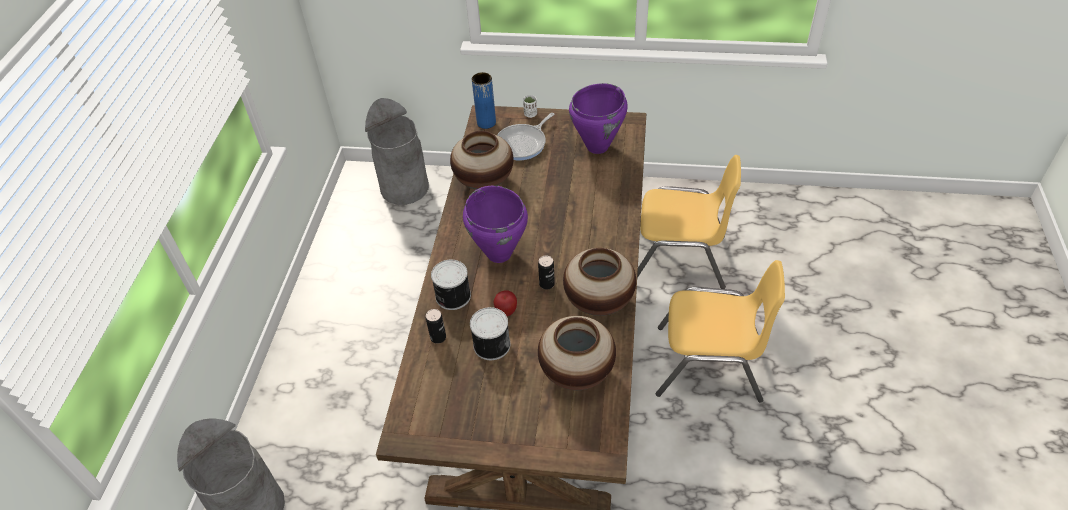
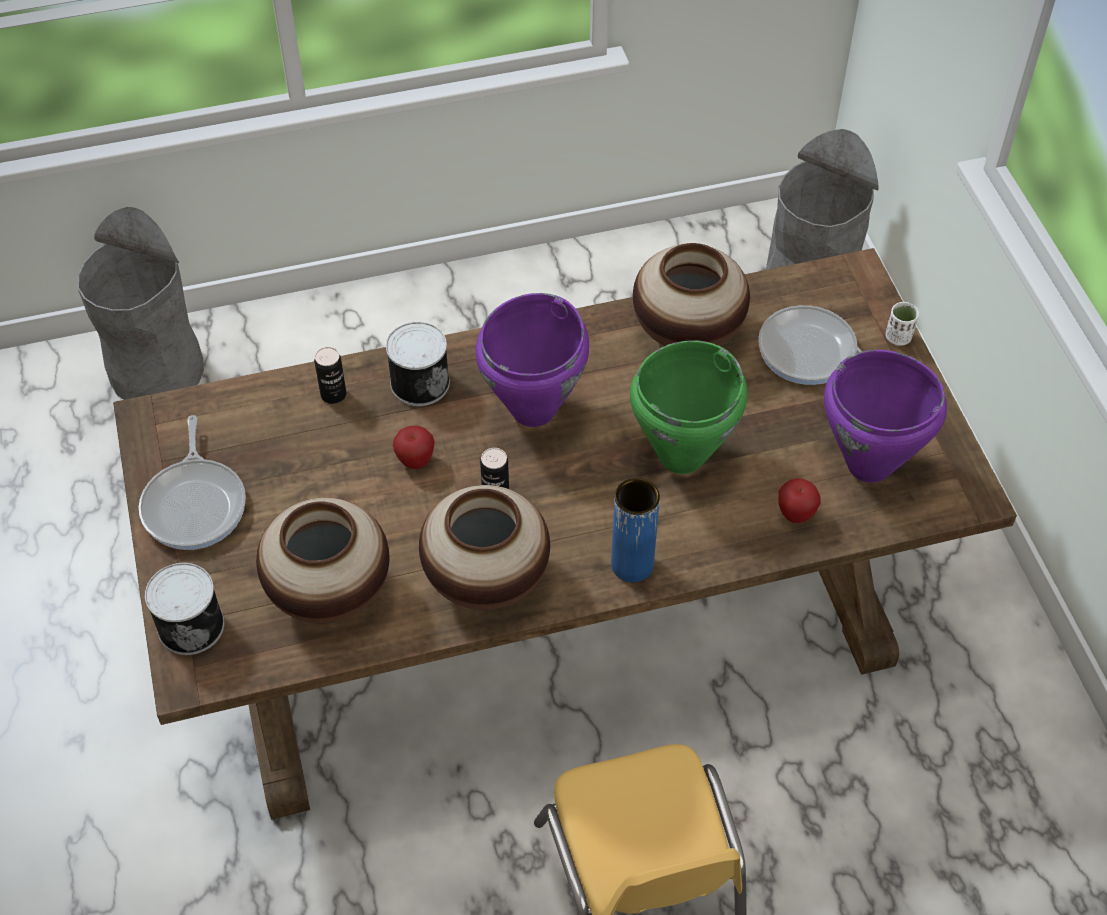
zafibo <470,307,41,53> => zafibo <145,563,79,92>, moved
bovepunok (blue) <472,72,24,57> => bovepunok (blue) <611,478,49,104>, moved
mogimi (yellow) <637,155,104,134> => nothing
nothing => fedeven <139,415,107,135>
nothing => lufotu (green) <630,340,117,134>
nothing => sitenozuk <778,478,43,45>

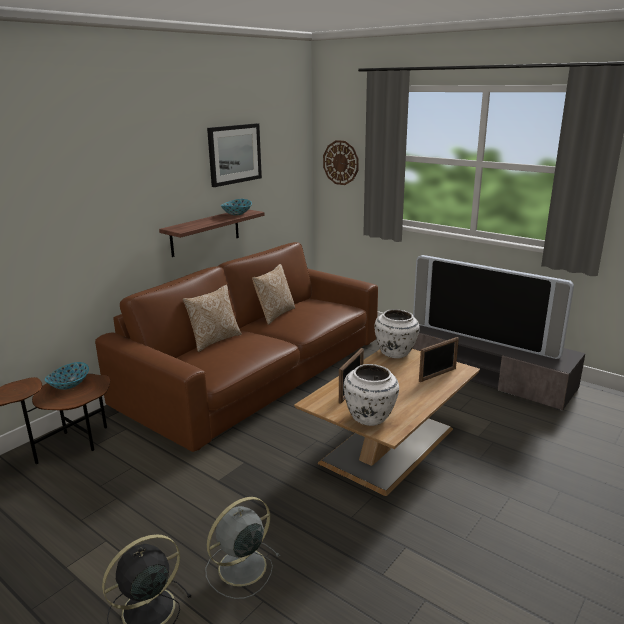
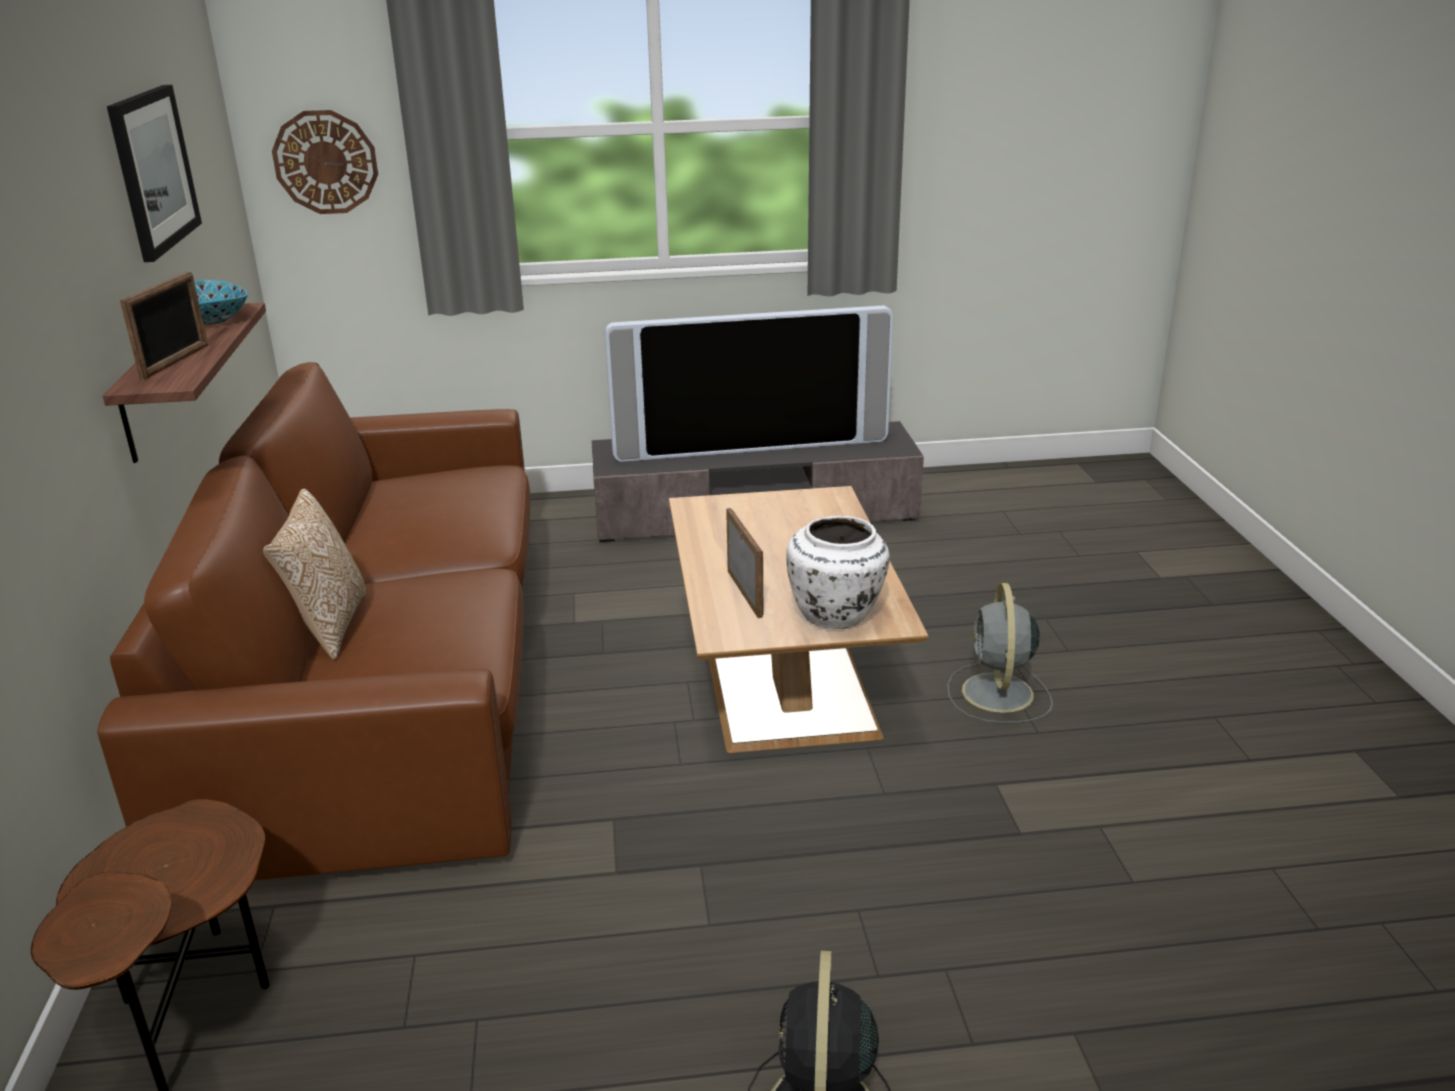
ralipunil <45,362,44,28> => nothing
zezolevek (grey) <205,497,75,102> => zezolevek (grey) <947,583,106,140>, moved
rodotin <252,264,43,61> => nothing
bovepunok (white) <374,309,46,49> => nothing
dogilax <419,337,40,45> => dogilax <120,271,88,109>, moved

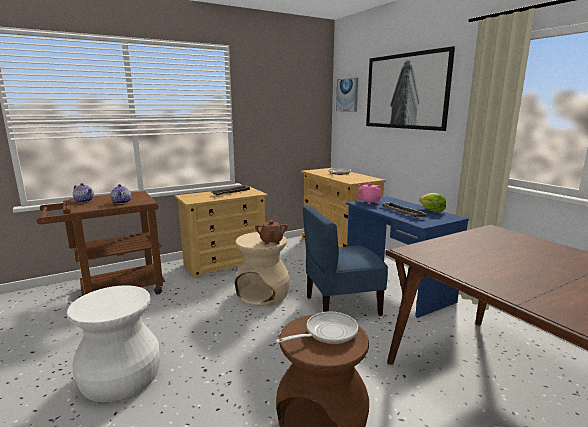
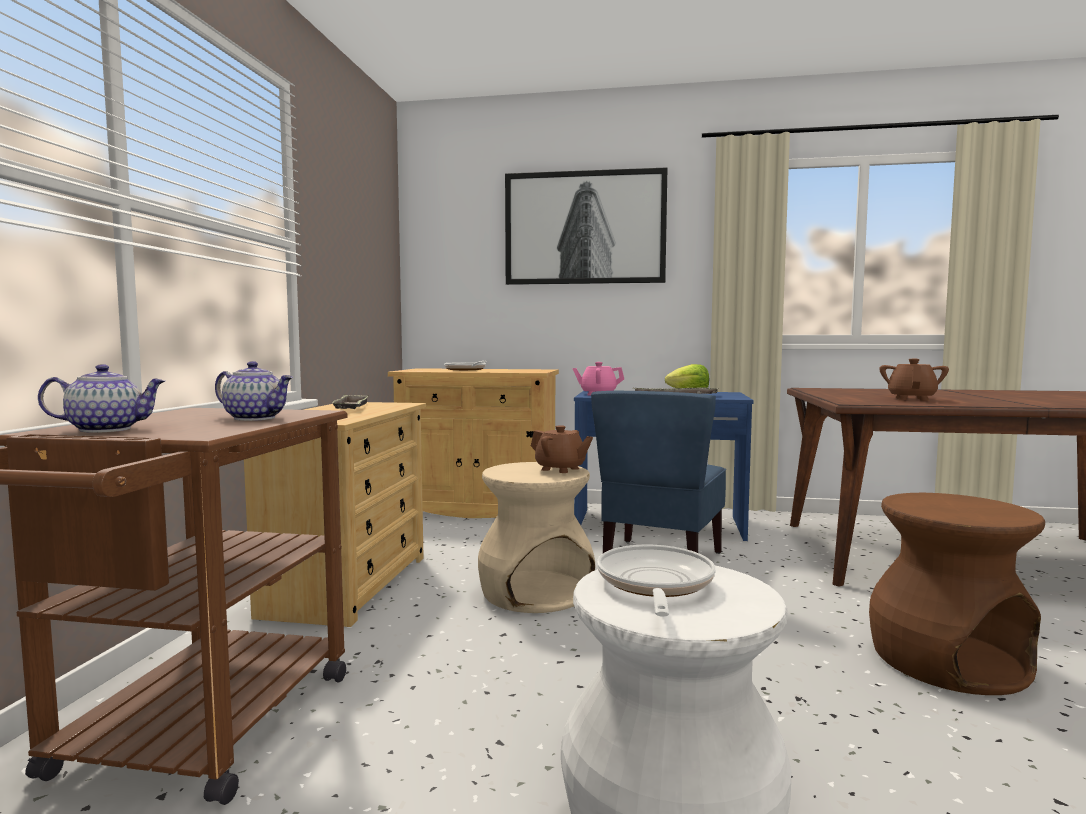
fedeven <275,311,83,33> => fedeven <597,545,118,72>, moved
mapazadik <336,78,22,34> => nothing
nothing => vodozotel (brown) <879,359,70,42>

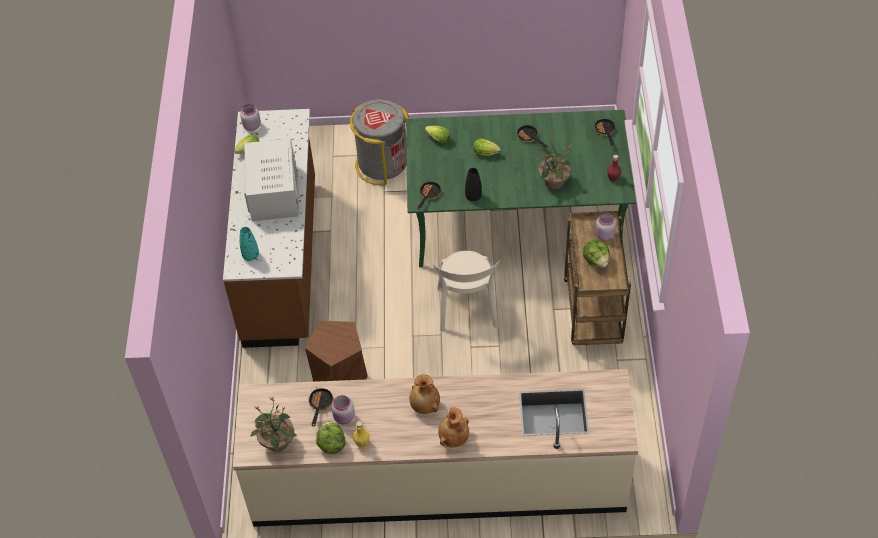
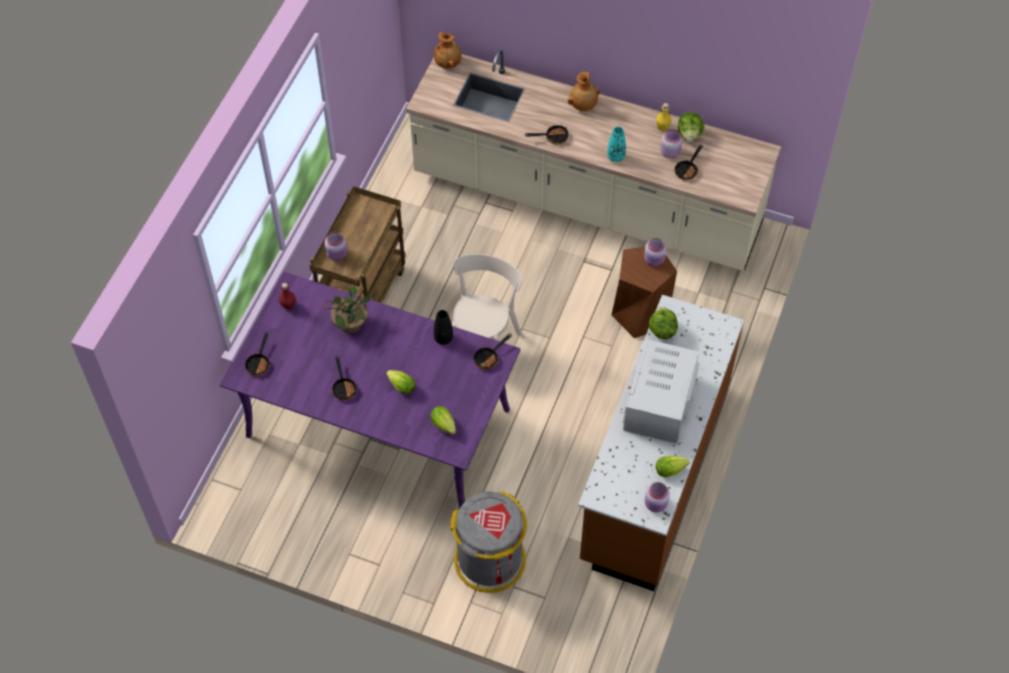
bovepunok (turquoise) <240,227,19,34> => bovepunok (turquoise) <607,127,19,35>, moved
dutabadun <251,396,46,57> => nothing
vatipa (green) <406,110,231,157> => vatipa (purple) <220,272,300,236>
bovepunok (brown) <410,374,30,40> => bovepunok (brown) <434,32,27,37>, moved
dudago <583,240,27,27> => dudago <649,307,29,32>, moved
nothing => fedeven <525,125,43,20>
nothing => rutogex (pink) <644,238,22,28>

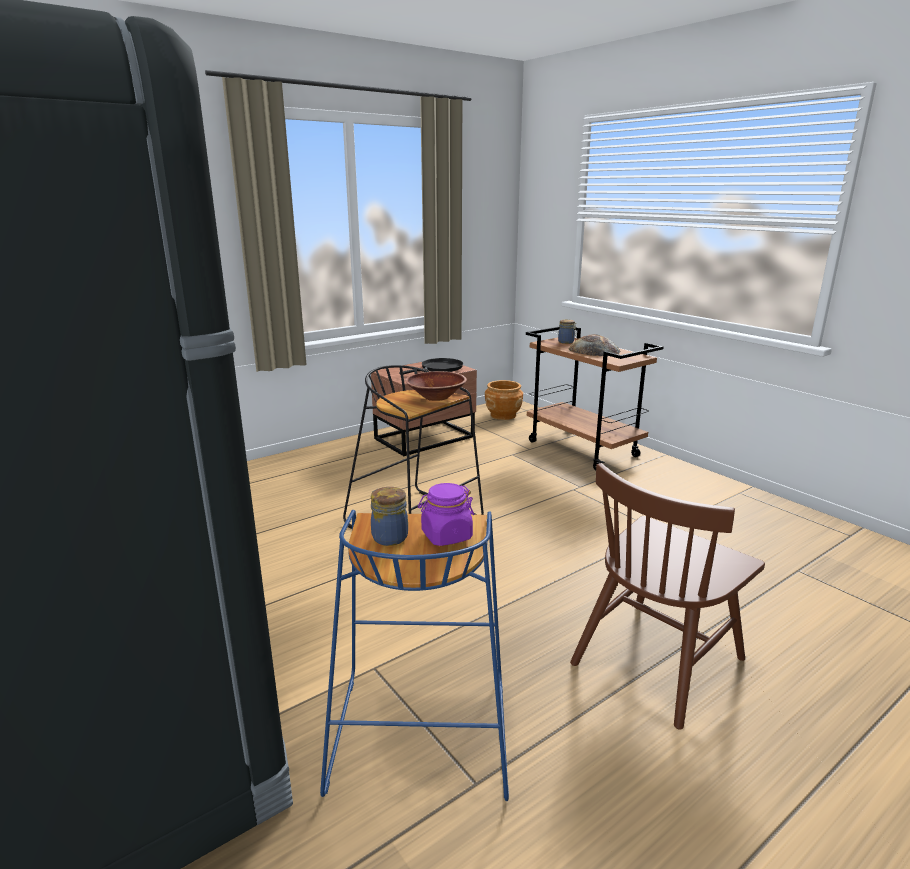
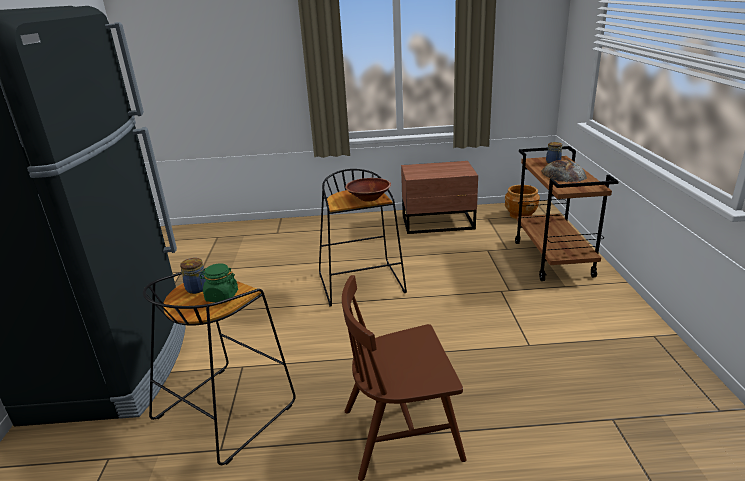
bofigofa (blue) <320,510,189,291> => bofigofa (black) <143,270,153,195>
fedeven (black) <399,358,64,17> => nothing
rutogex (purple) <418,483,56,63> => rutogex (green) <199,263,39,39>

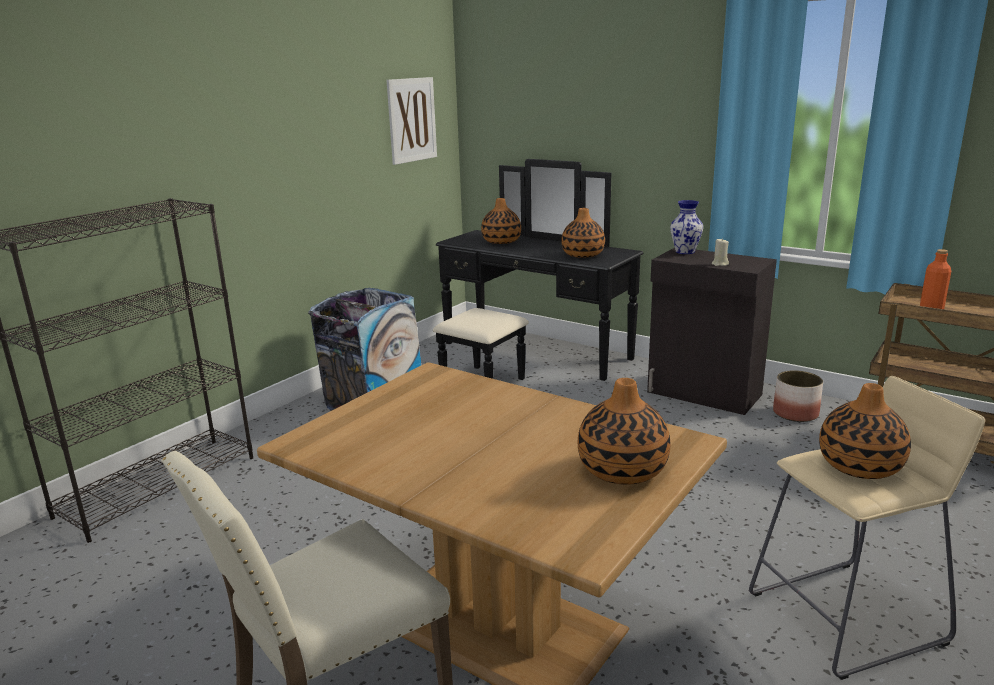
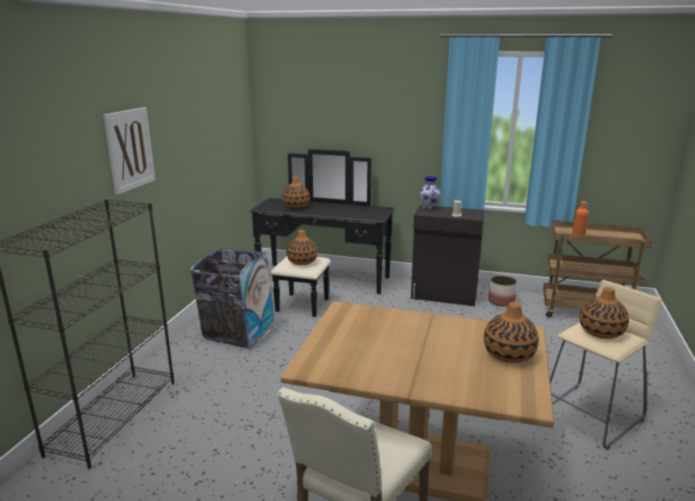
mapazadik <386,77,51,88> => mapazadik <103,107,52,88>, moved
bovepunok <561,208,44,50> => bovepunok <287,230,30,35>, moved

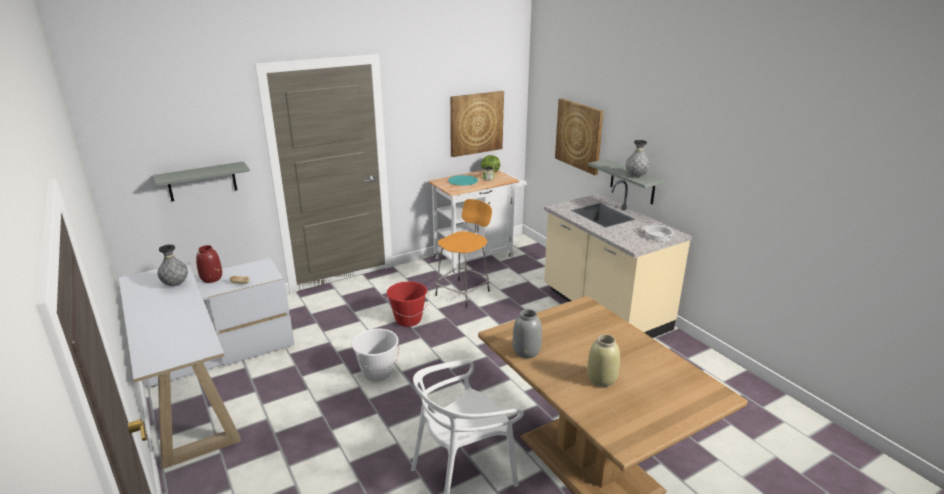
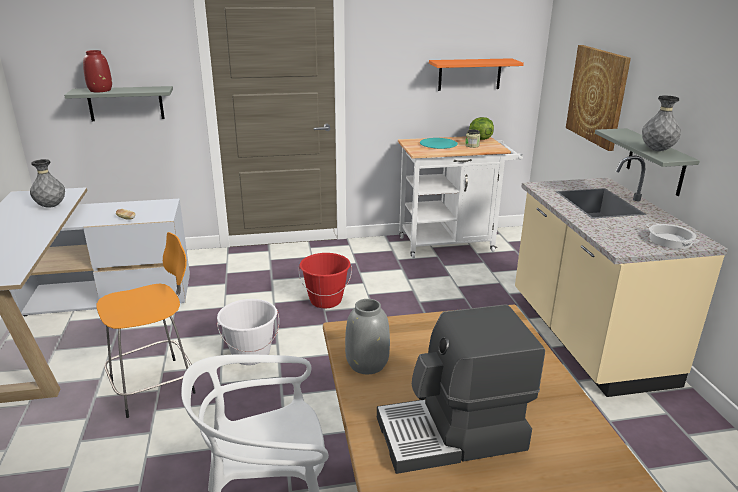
bovepunok (red) <196,245,26,38> => bovepunok (red) <83,50,29,42>, moved
bofigofa (orange) <435,199,57,108> => bofigofa (orange) <97,232,99,186>, moved
mapazadik <450,91,54,66> => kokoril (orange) <429,58,95,33>
bovepunok (beige) <587,334,33,53> => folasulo <377,304,168,170>

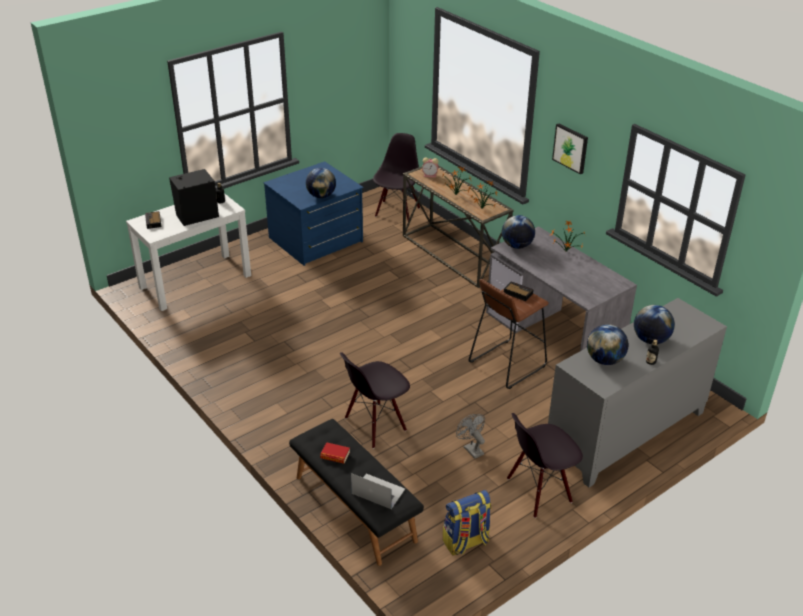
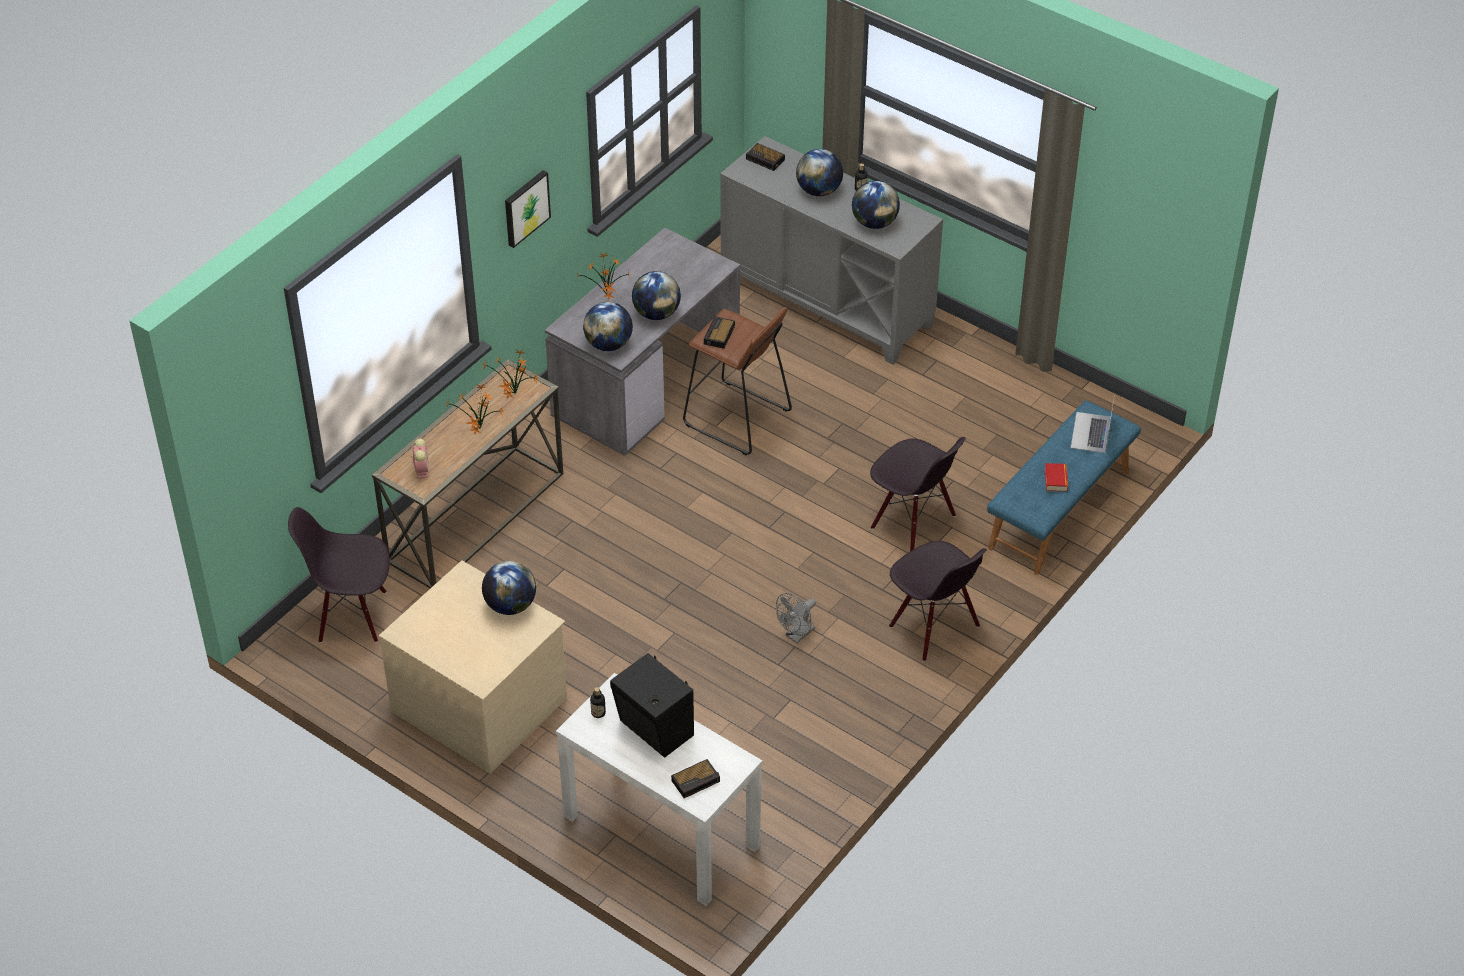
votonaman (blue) <263,161,100,105> => votonaman (beige) <379,560,188,214>
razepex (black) <289,419,135,147> => razepex (blue) <987,400,154,175>
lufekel <443,490,49,66> => nothing
zezolevek (grey) <456,414,29,45> => zezolevek (grey) <776,593,40,50>, moved
mogimi (black) <507,413,76,105> => mogimi (black) <889,541,98,121>, moved
nothing => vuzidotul <632,271,49,49>
nothing => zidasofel <746,143,39,28>

